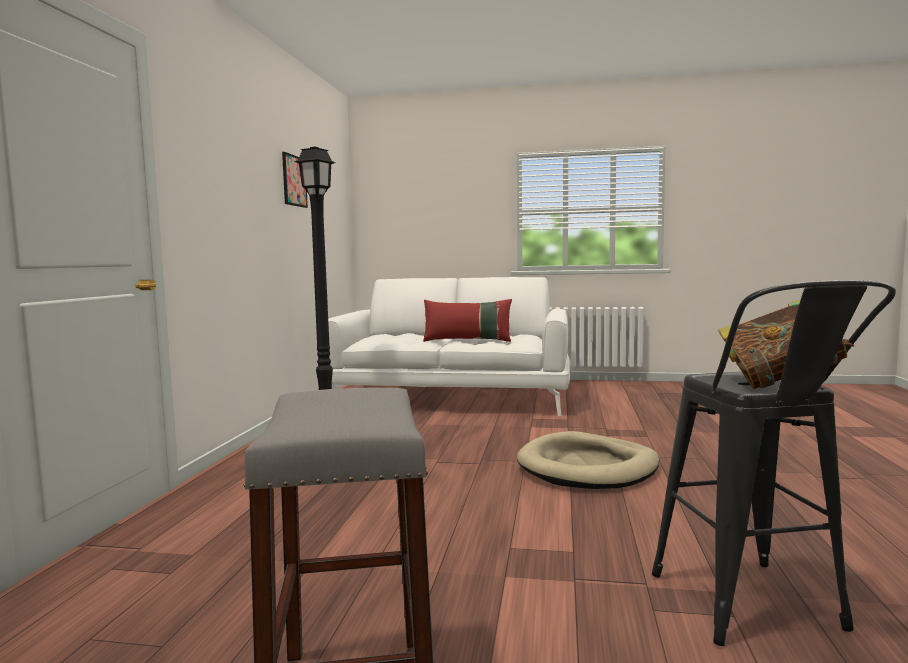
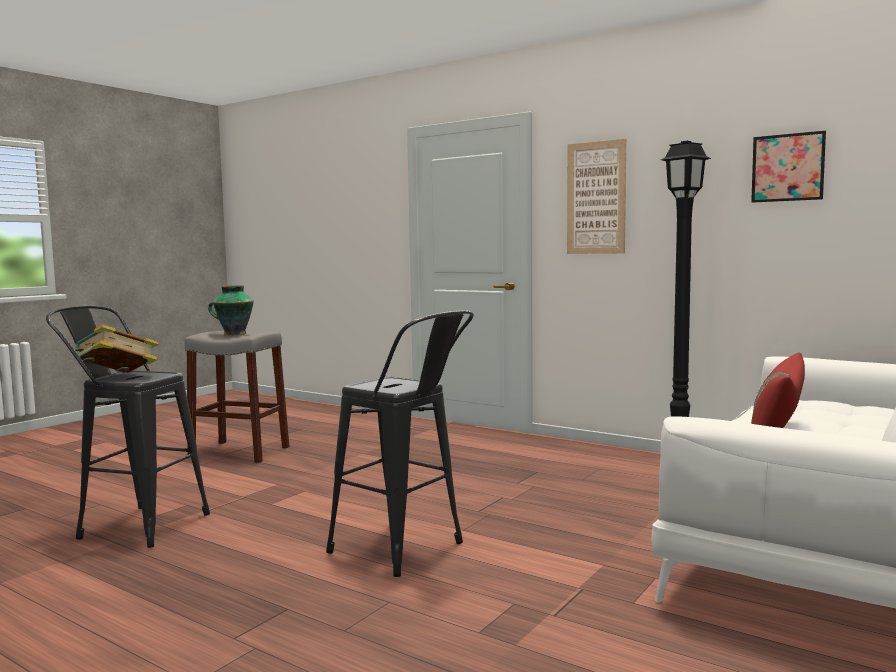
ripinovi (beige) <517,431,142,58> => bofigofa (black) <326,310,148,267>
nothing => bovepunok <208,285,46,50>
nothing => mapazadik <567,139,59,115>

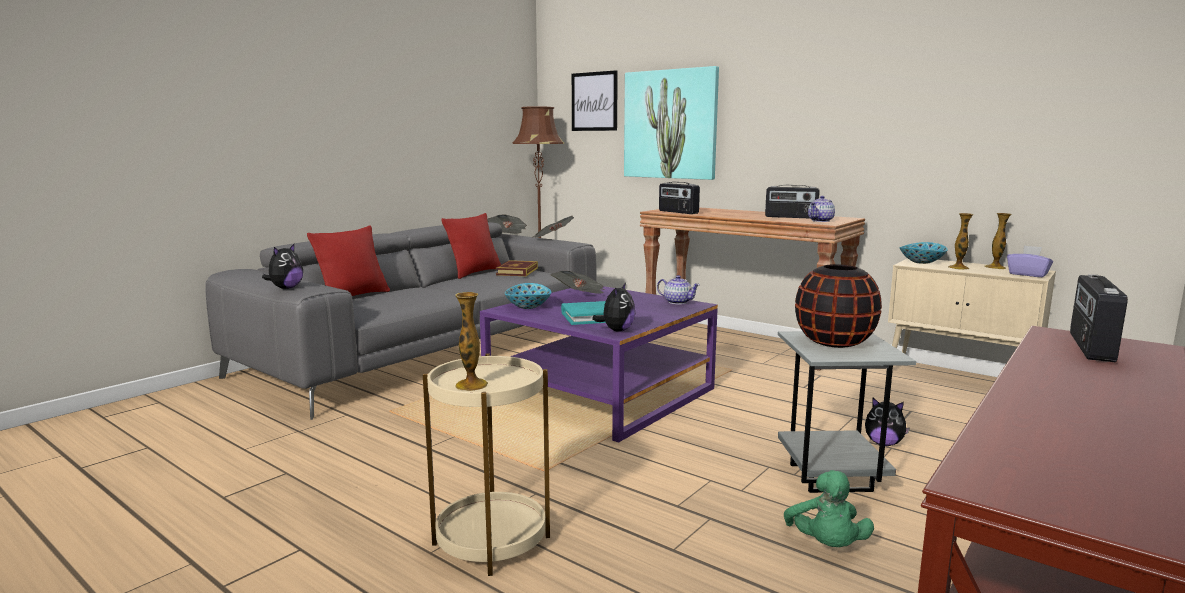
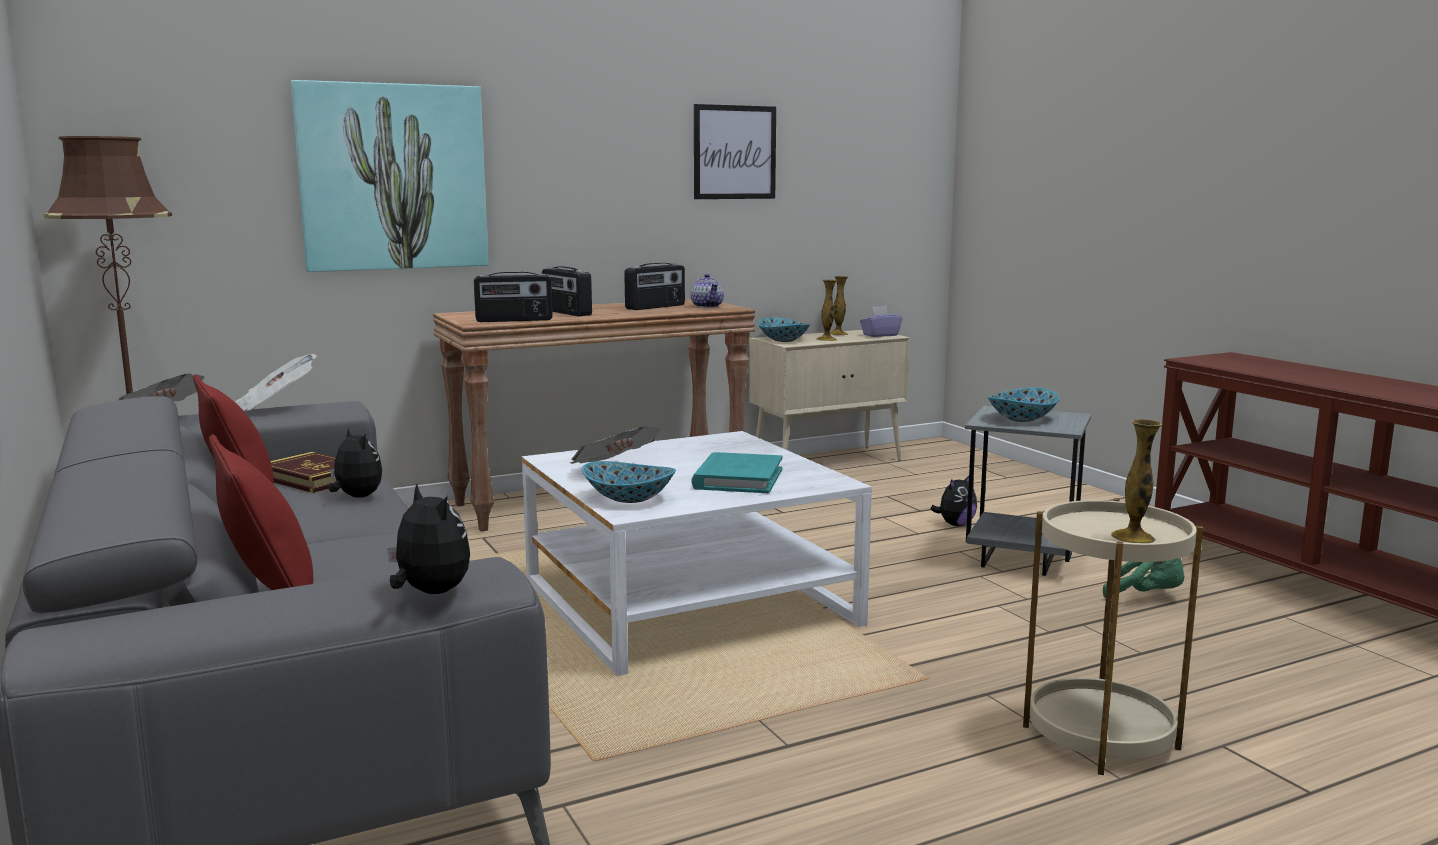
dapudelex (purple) <480,286,238,157> => dapudelex (white) <522,431,350,245>
mapazadik <572,70,46,61> => mapazadik <694,104,82,95>, moved
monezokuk <592,282,43,50> => monezokuk <328,427,54,70>, moved
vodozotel <657,275,43,29> => nothing
bovepunok (black) <795,264,87,84> => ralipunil <988,387,72,35>
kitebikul <1070,274,58,88> => kitebikul <542,266,50,50>, moved

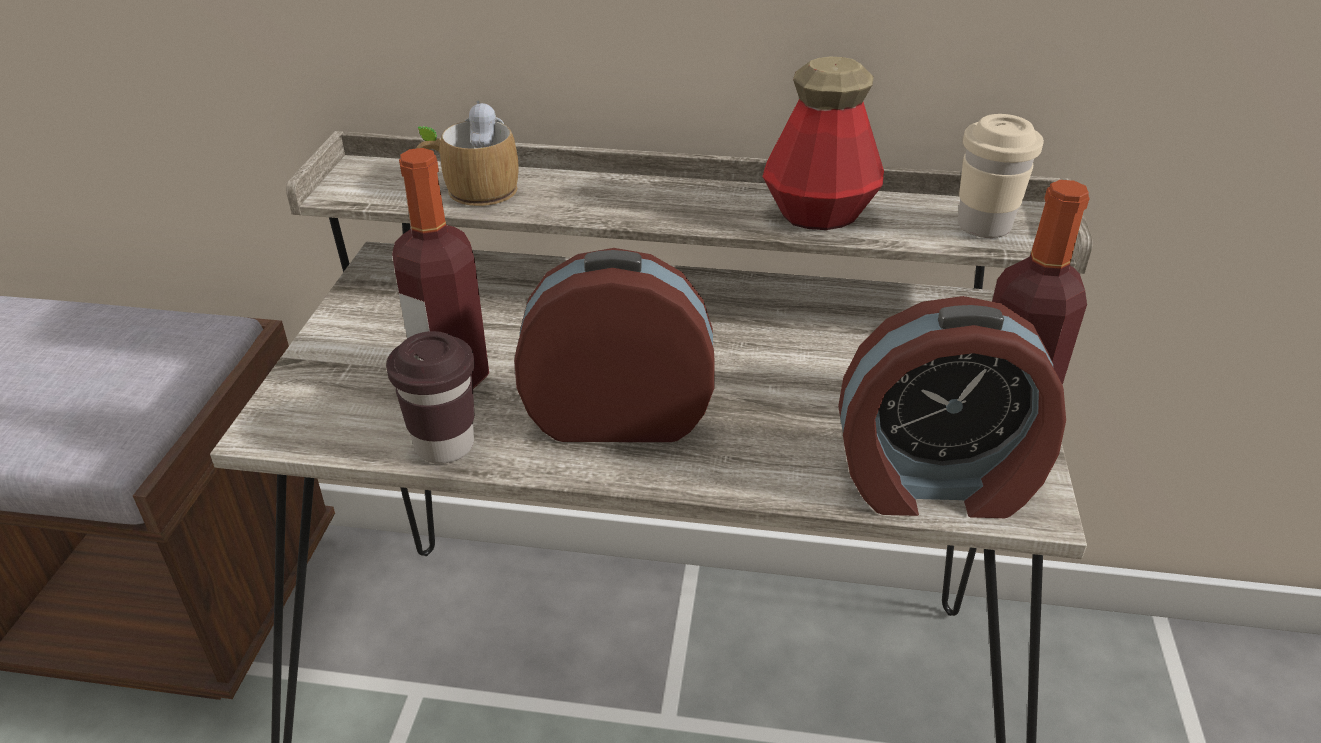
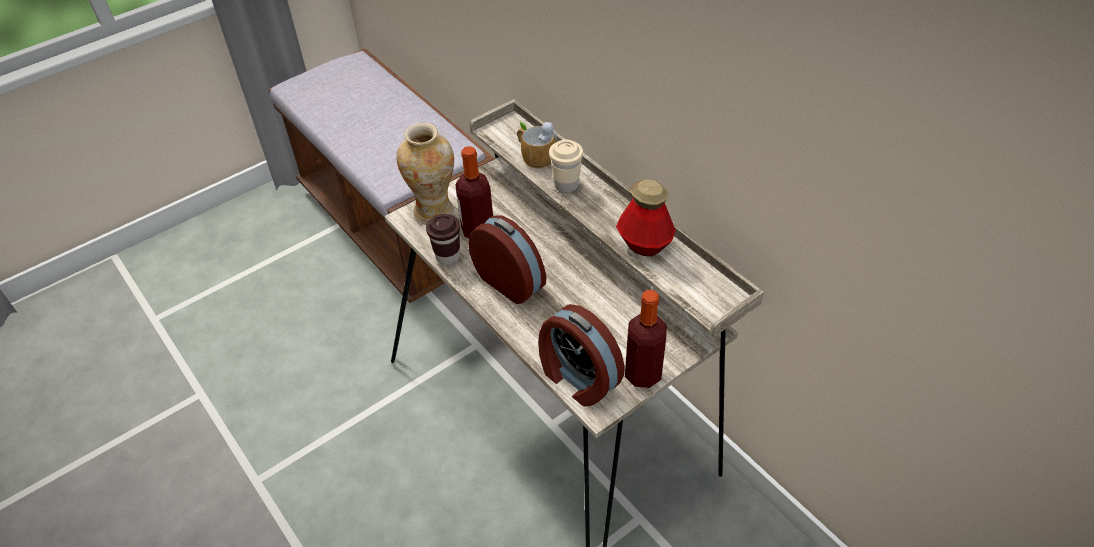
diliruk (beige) <958,114,86,124> => diliruk (beige) <549,140,34,53>, moved
nothing => bovepunok <396,123,58,102>

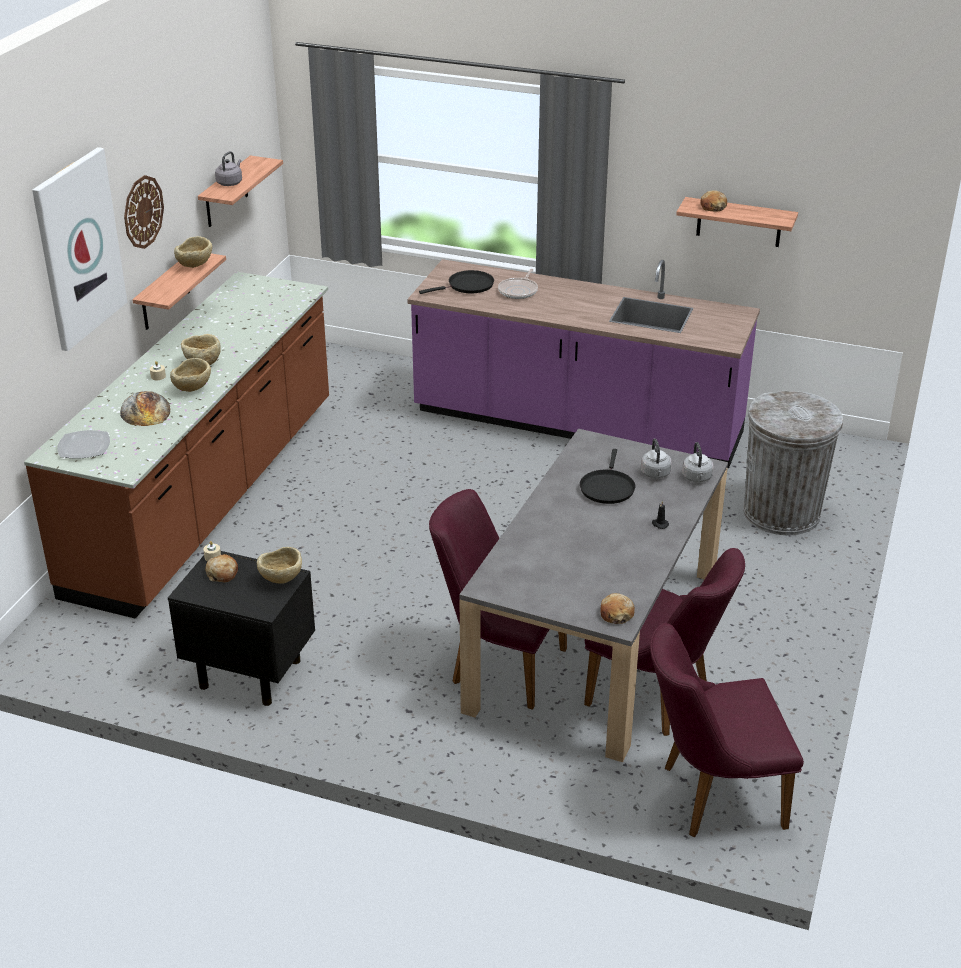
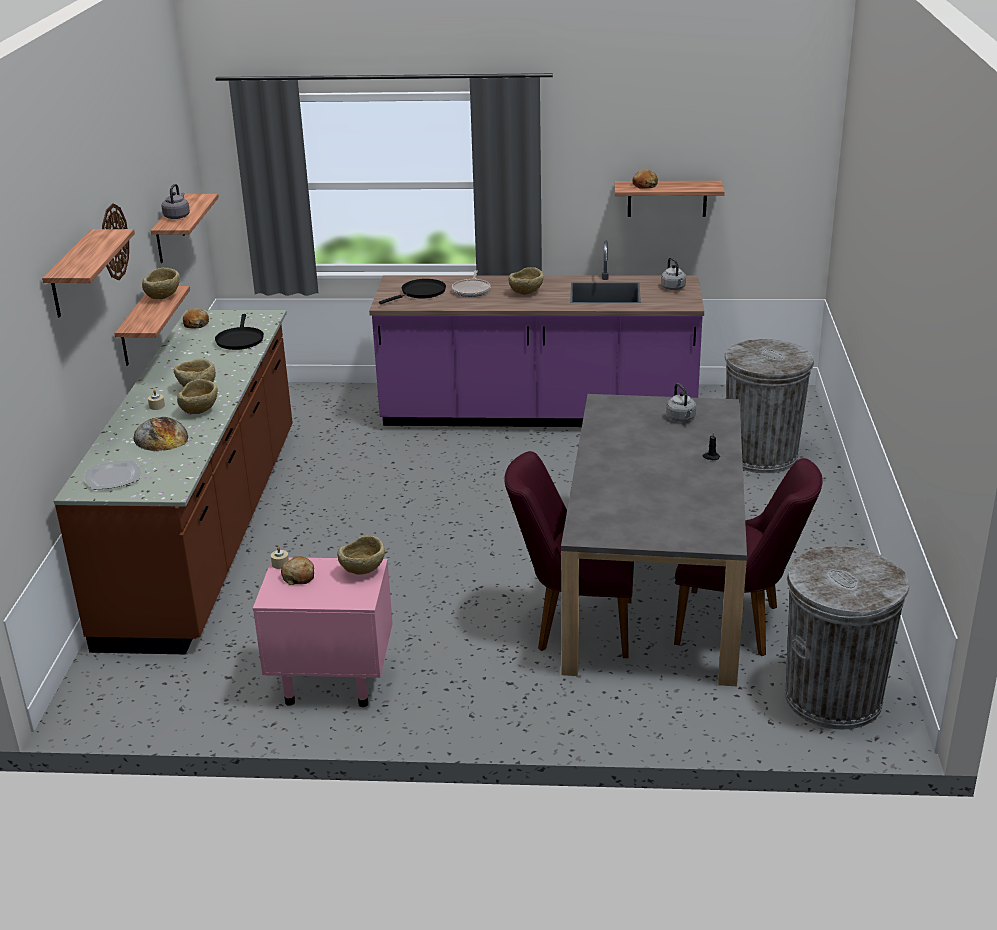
mapazadik <32,147,95,204> => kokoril <42,229,93,88>
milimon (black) <168,551,147,155> => milimon (pink) <253,557,140,150>
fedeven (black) <580,449,55,55> => fedeven (black) <215,314,49,36>, moved
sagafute <600,593,35,31> => sagafute <183,308,26,20>, moved
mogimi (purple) <650,623,154,214> => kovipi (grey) <785,546,125,183>
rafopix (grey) <682,442,32,40> => rafopix (grey) <661,257,25,33>, moved
nothing => ralipunil (beige) <508,267,36,28>

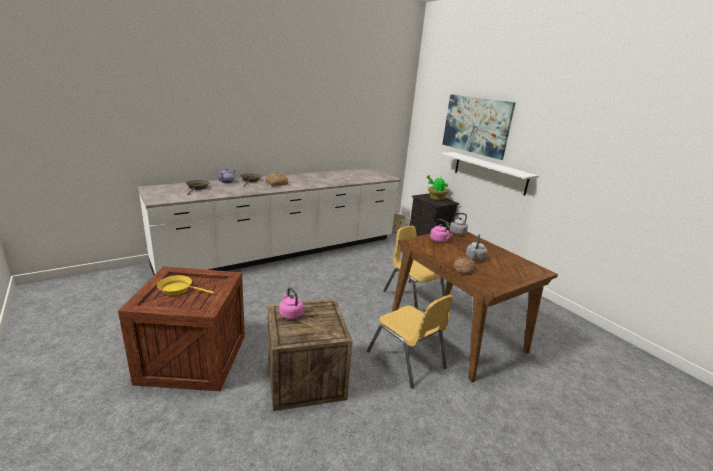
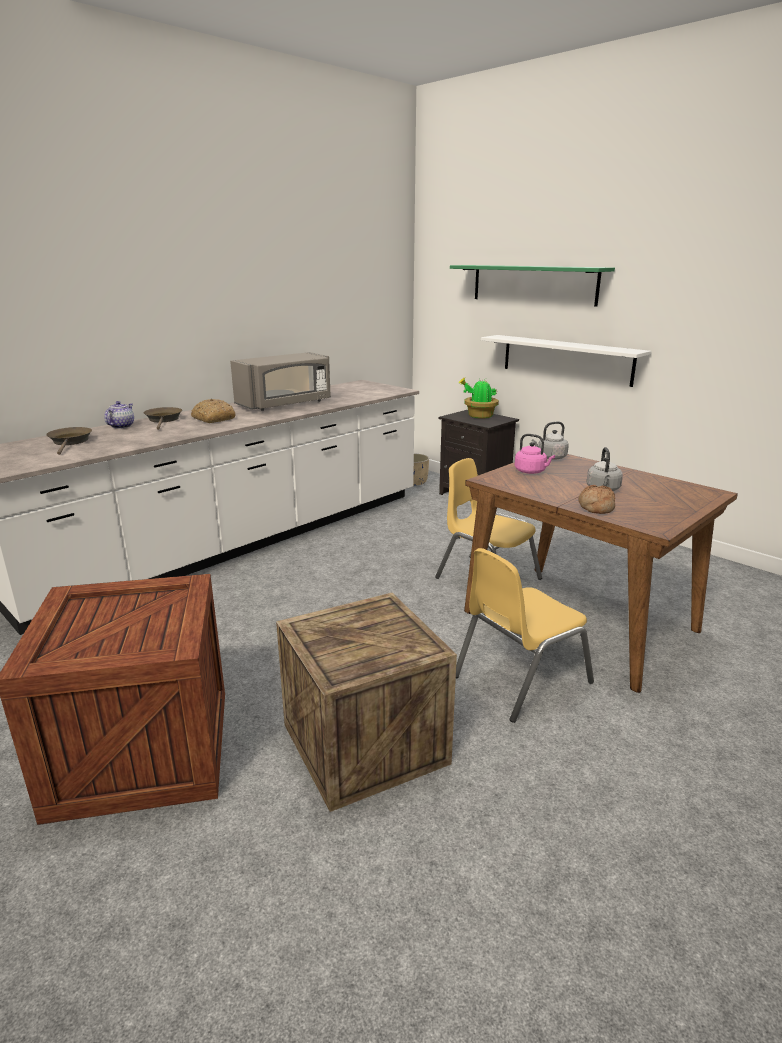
fedeven (yellow) <157,275,57,20> => nothing
rafopix (pink) <280,288,23,31> => nothing
mogimi (yellow) <367,295,86,94> => mogimi (yellow) <456,548,138,175>, 105 degrees clockwise
mapazadik <442,94,74,66> => kokoril (green) <450,265,165,41>
nothing => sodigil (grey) <230,352,101,59>

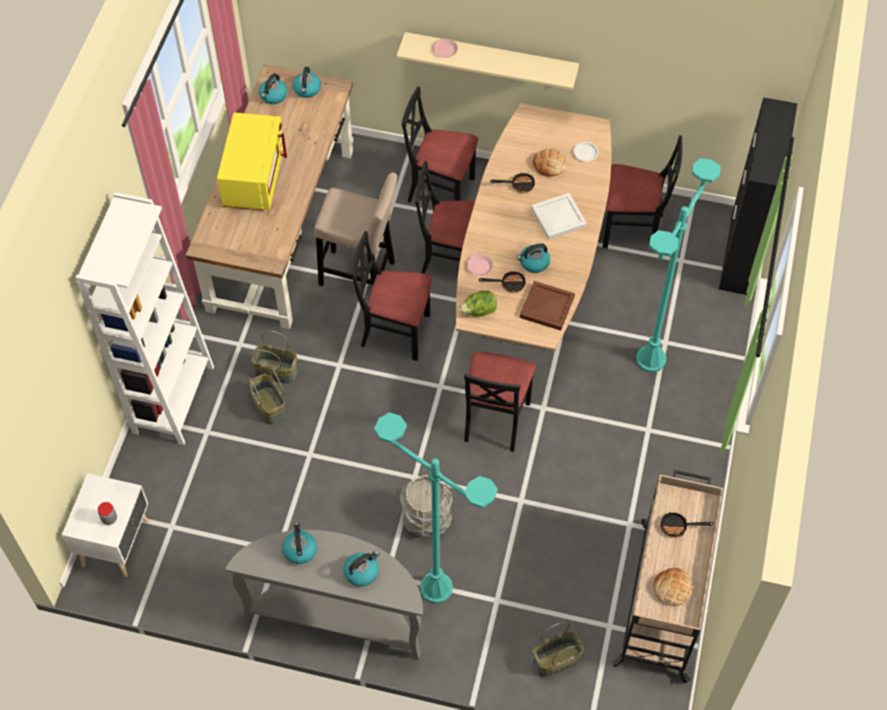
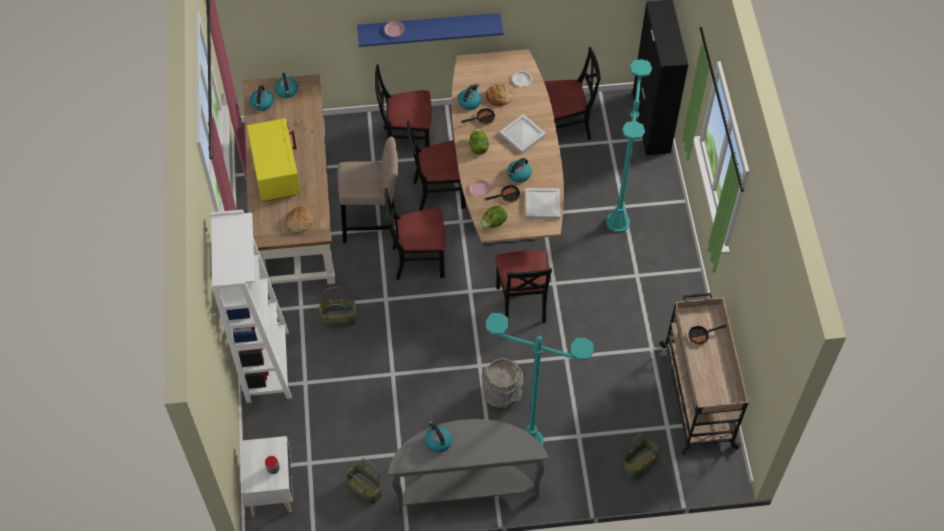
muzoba <247,367,39,58> => muzoba <345,458,38,47>, moved
rafopix <344,550,36,36> => rafopix <458,84,23,26>, moved
kokoril (beige) <397,32,182,58> => kokoril (blue) <357,13,147,34>
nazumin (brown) <520,281,55,50> => nazumin (white) <525,188,35,31>
sagafute <653,568,39,38> => sagafute <285,207,28,25>, moved
nothing => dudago <469,128,20,27>

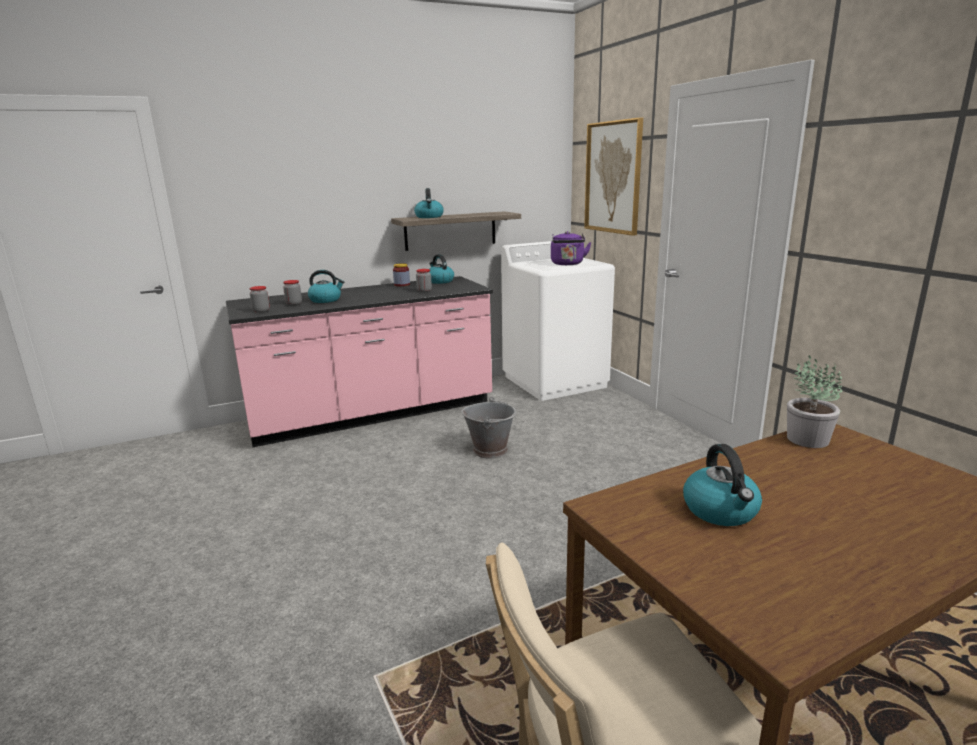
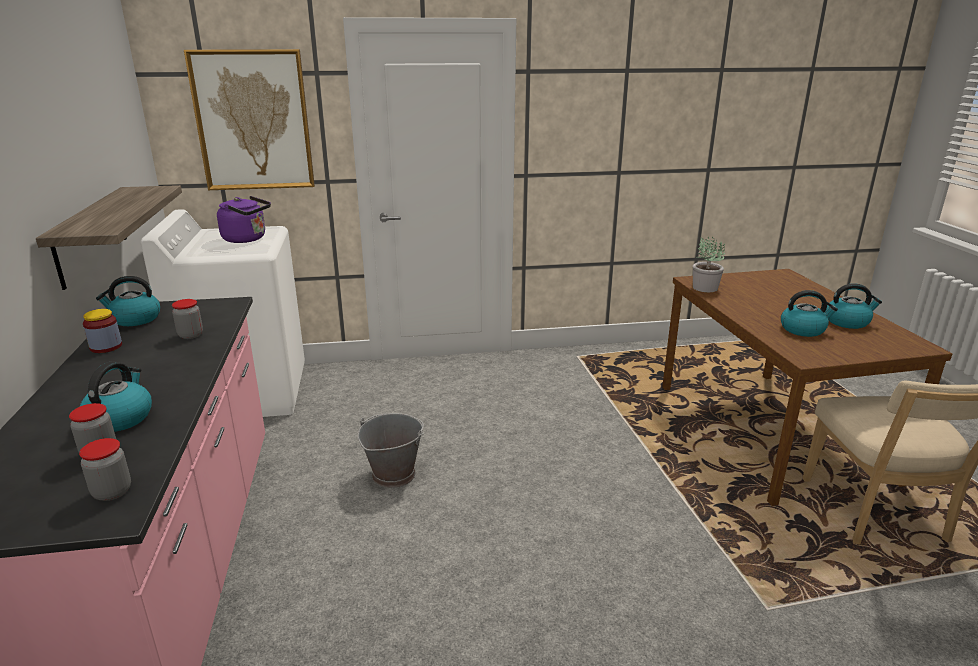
rafopix <414,188,30,30> => rafopix <826,283,56,46>, moved

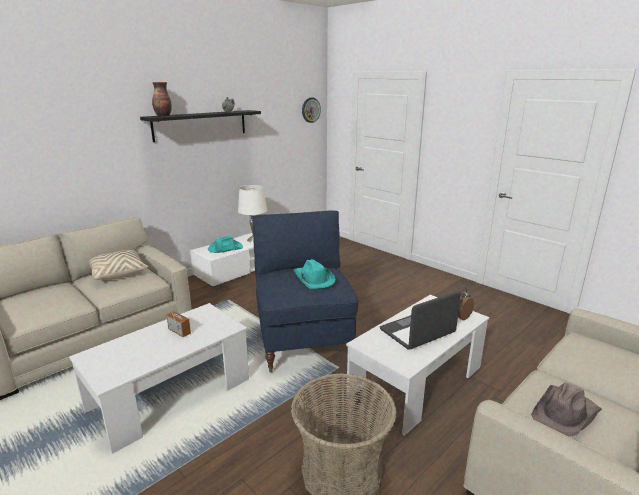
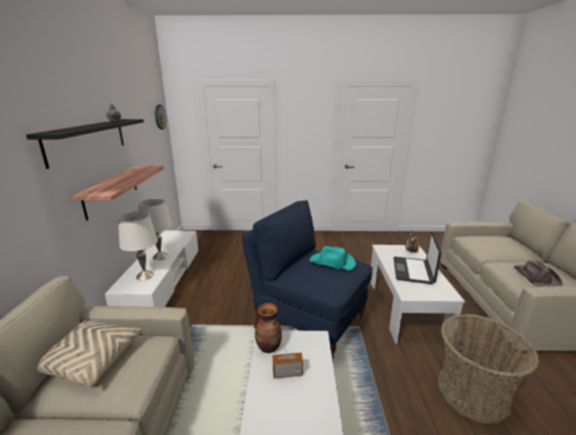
bovepunok <152,82,20,34> => bovepunok <255,303,27,50>, moved
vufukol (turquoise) <208,236,35,17> => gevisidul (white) <118,212,40,68>
nothing => kokoril <72,166,92,55>

